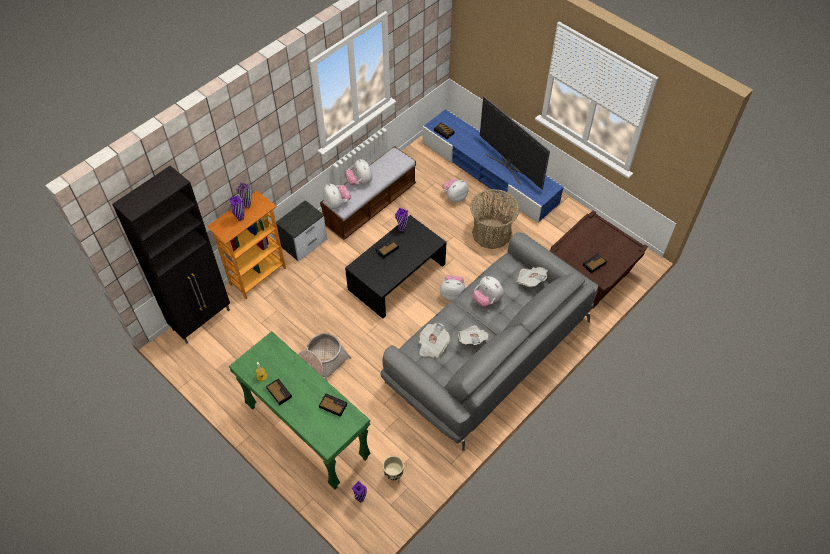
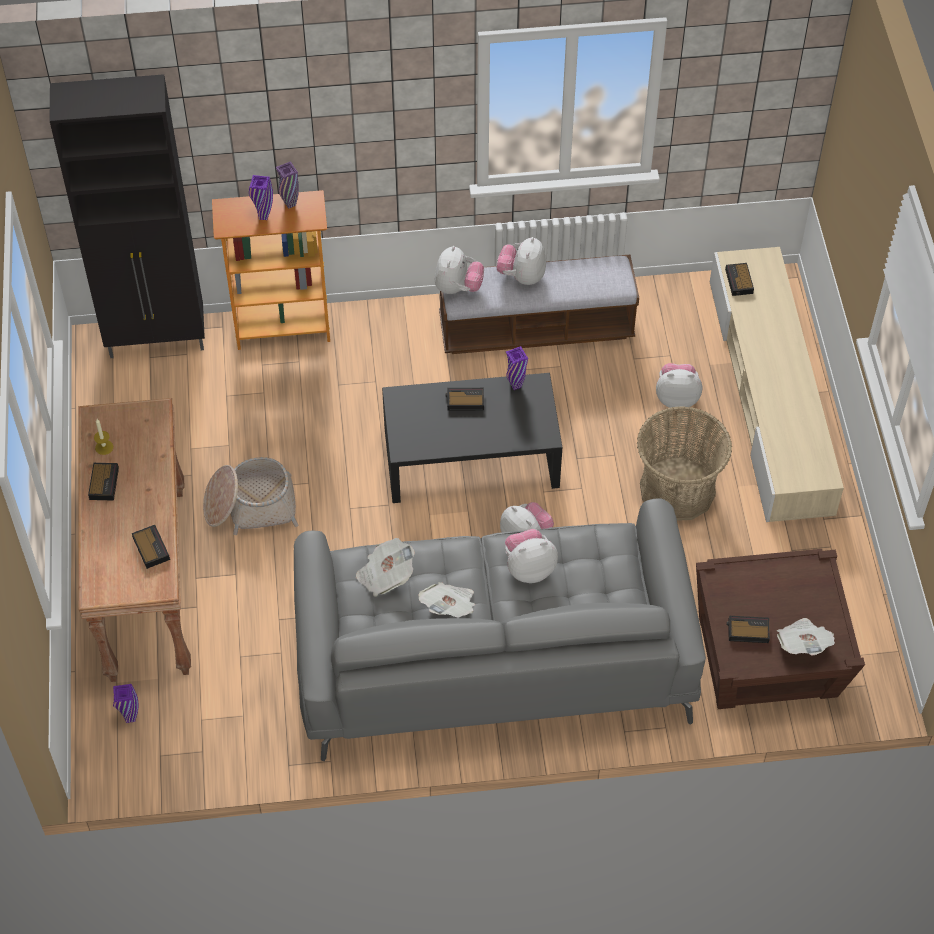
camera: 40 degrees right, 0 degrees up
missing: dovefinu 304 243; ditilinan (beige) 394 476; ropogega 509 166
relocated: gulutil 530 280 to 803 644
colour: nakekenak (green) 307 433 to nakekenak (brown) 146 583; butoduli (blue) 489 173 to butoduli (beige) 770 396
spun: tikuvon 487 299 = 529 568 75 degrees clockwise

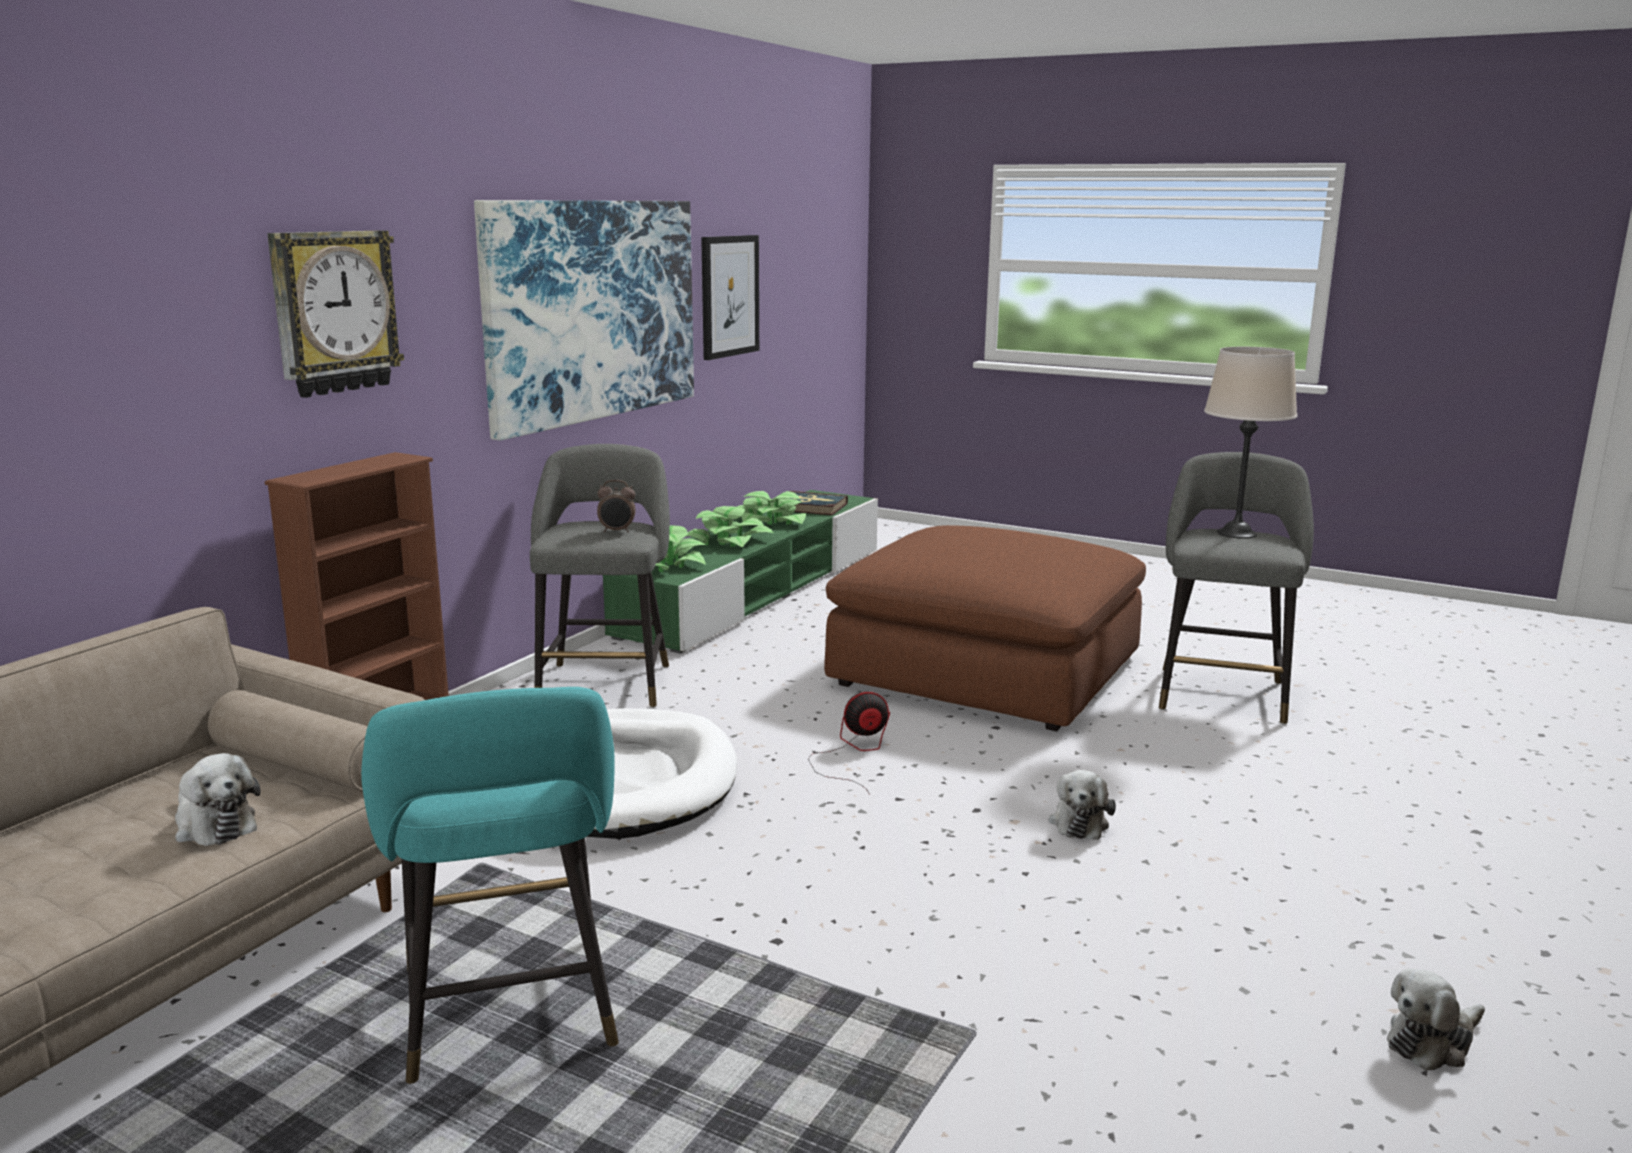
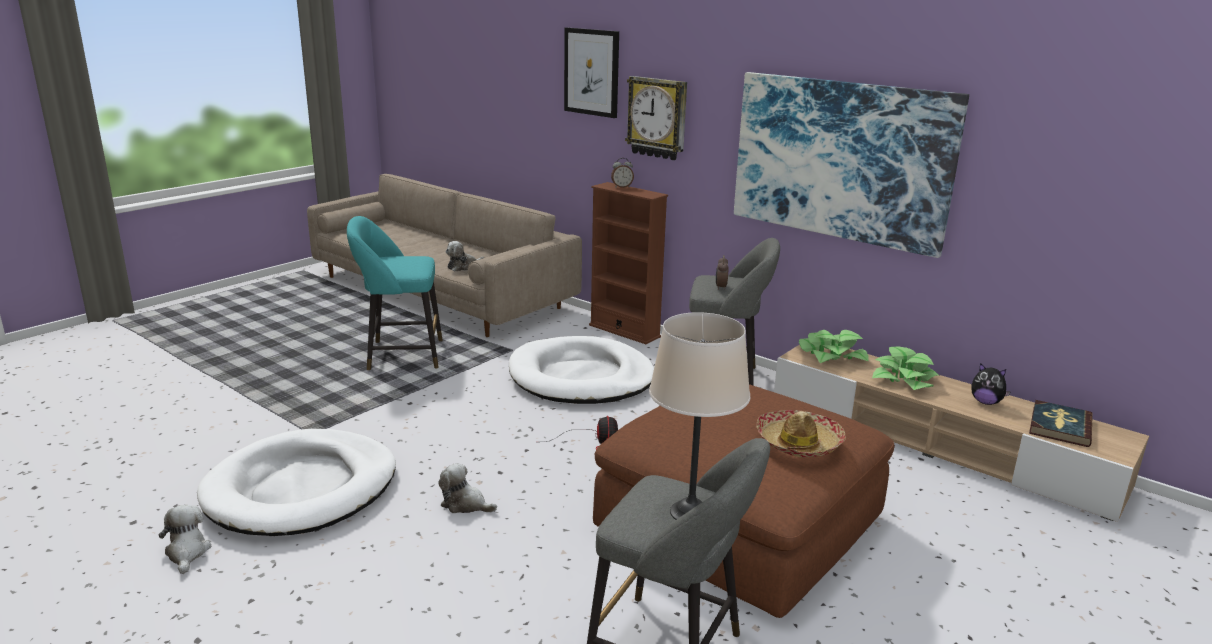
camera: 100 degrees right, 5 degrees up
appeared: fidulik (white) 302 488; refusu 622 187; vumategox 799 443
relocated: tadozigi 729 296 to 592 72
exchanged: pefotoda 770 521 to tikuvon 986 402
colour: butoduli (green) 756 591 to butoduli (beige) 939 444

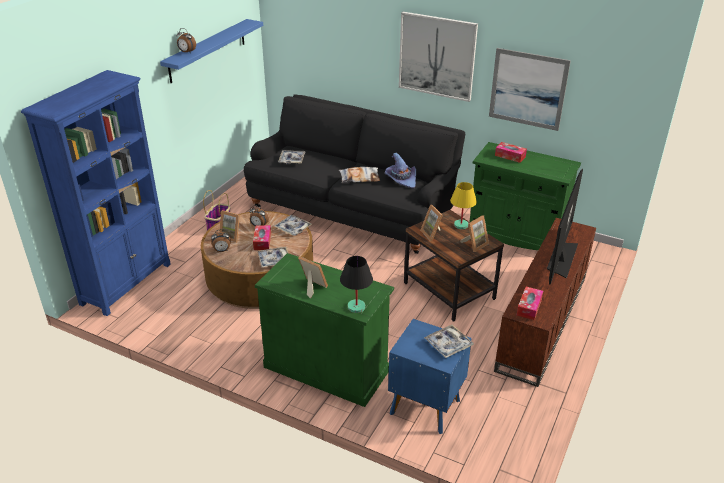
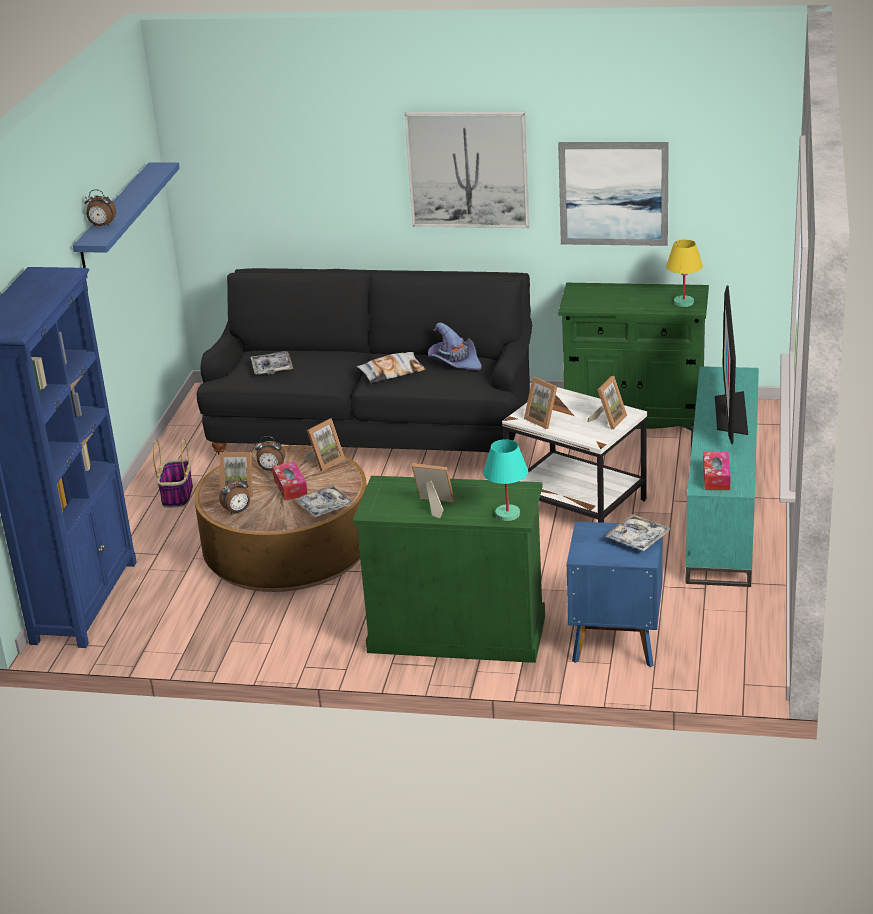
camera: 15 degrees left, 5 degrees down
missing: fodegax 510 156
relocated: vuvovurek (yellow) 461 225 to 683 302
exchanged: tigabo 293 228 to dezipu 324 461
colour: vuvovurek (black) 356 307 to vuvovurek (turquoise) 507 514; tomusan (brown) 449 291 to tomusan (white) 577 504; butoduli (brown) 543 322 to butoduli (turquoise) 724 513

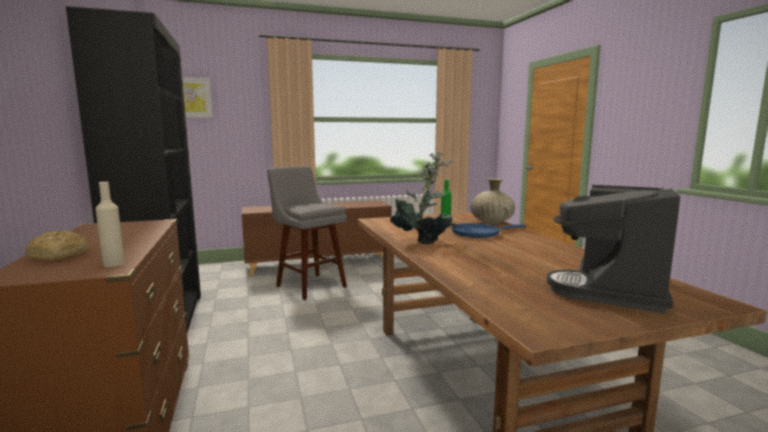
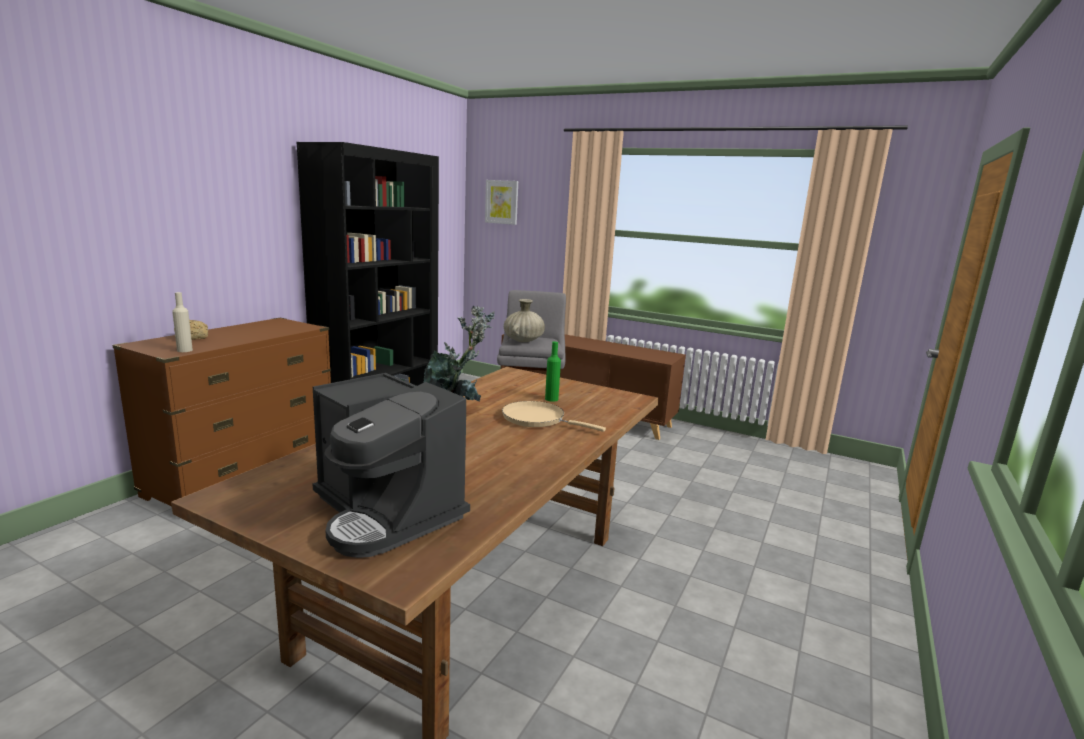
camera: 45 degrees right, 5 degrees up
relocated: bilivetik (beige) 491 222 to 523 341
colour: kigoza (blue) 478 233 to kigoza (beige) 537 419
spun: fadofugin 613 289 = 387 513 120 degrees counterclockwise

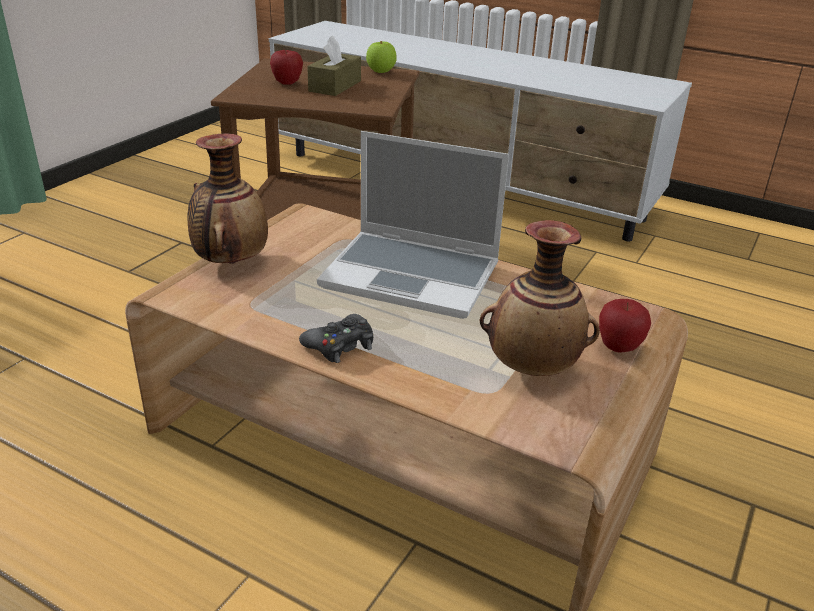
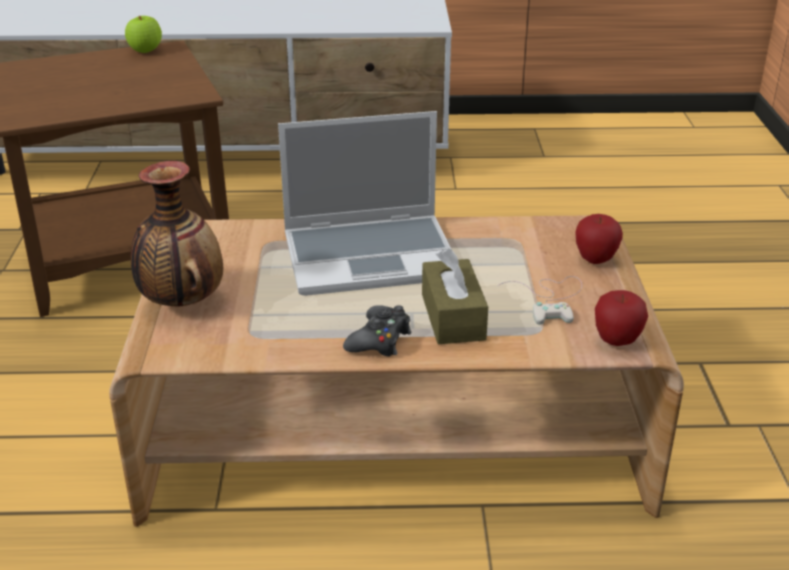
camera: 30 degrees left, 0 degrees up
relocated: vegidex 287 83 to 616 341; fodegax (brown) 335 86 to 453 317
exchanged: bilivetik 532 368 to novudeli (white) 550 299

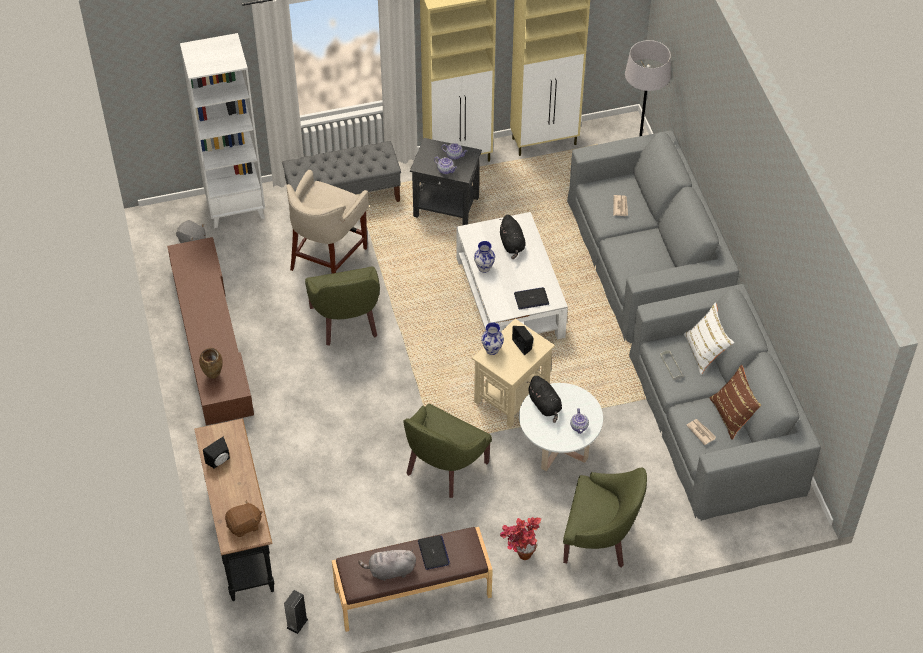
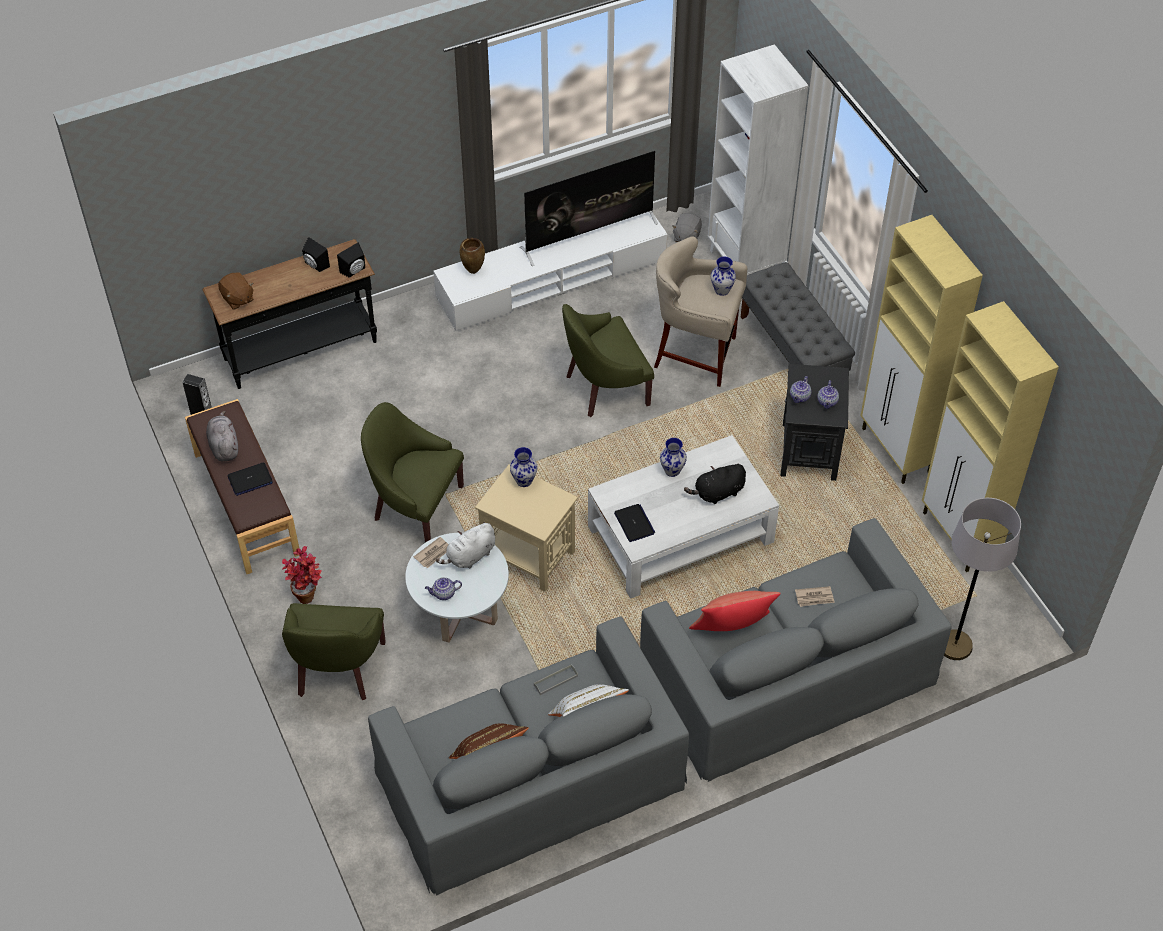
camera: 80 degrees right, 0 degrees up
appeared: ropogega 589 235; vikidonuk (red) 732 629; bilivetik 721 290
relocated: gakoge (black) 524 345 to 354 271; gulutil 701 432 to 433 553
colour: butoduli (brown) 211 339 to butoduli (white) 552 279; tikuvon (black) 545 405 to tikuvon (white) 470 556

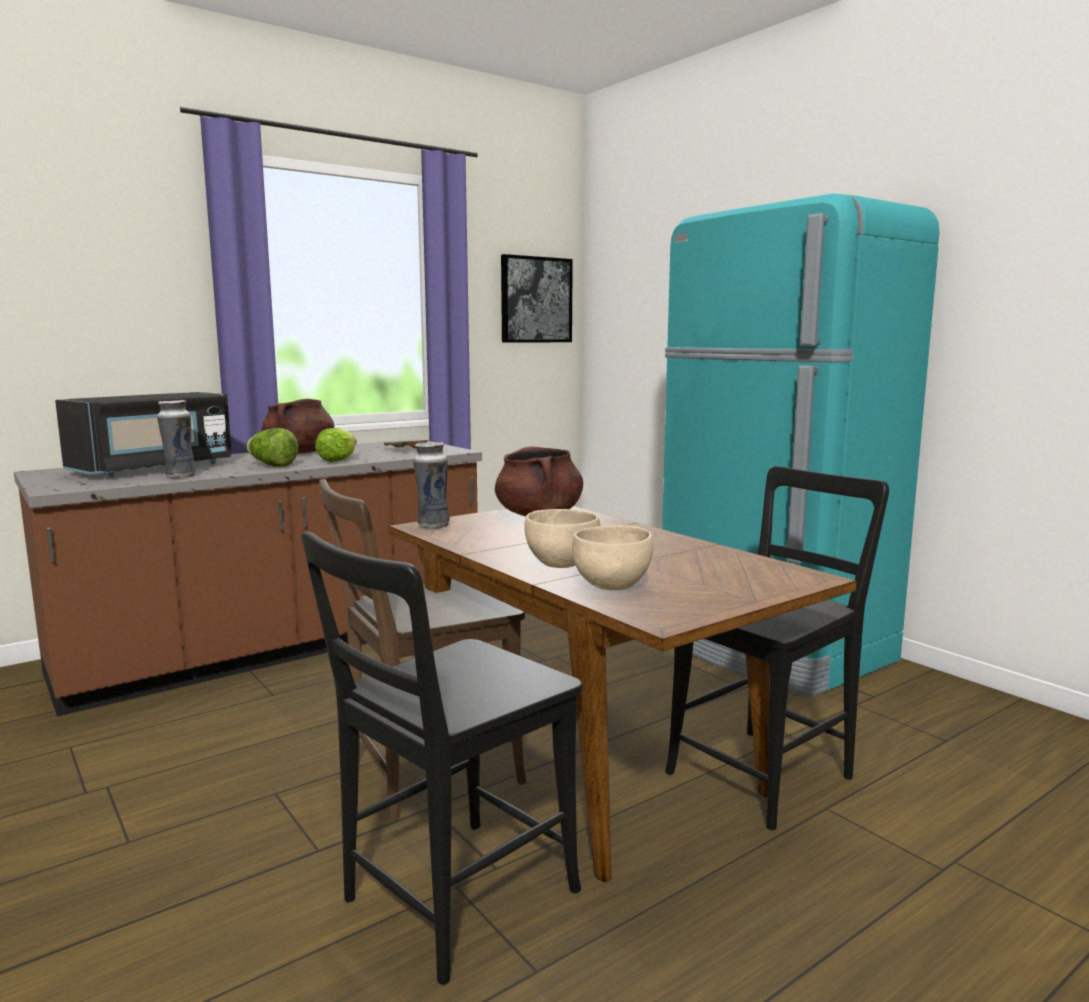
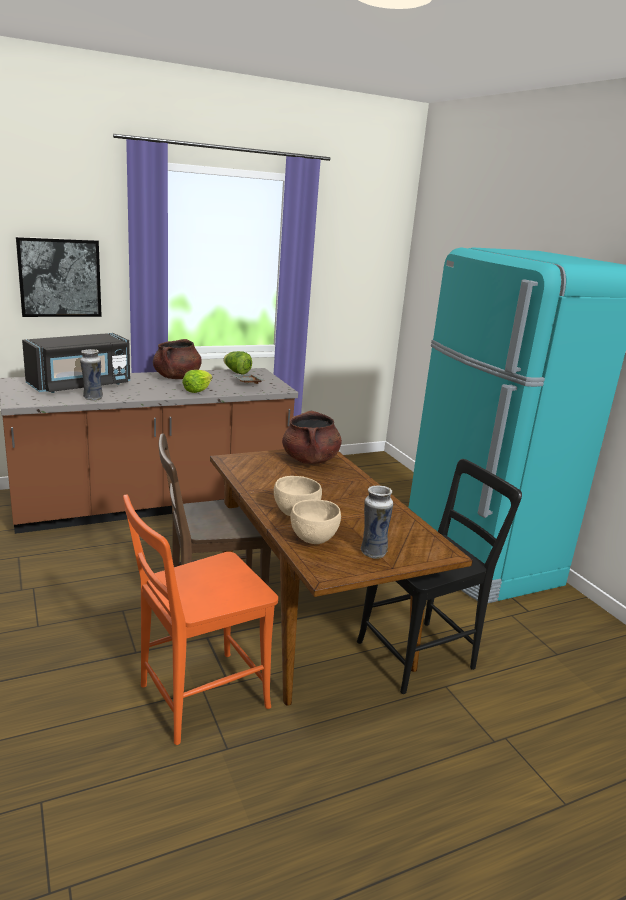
camera: 10 degrees right, 10 degrees up
relocated: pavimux 272 465 to 236 372; bilivetik 432 526 to 372 552; tadozigi 536 300 to 60 277
colour: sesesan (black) 451 901 to sesesan (orange) 197 698

